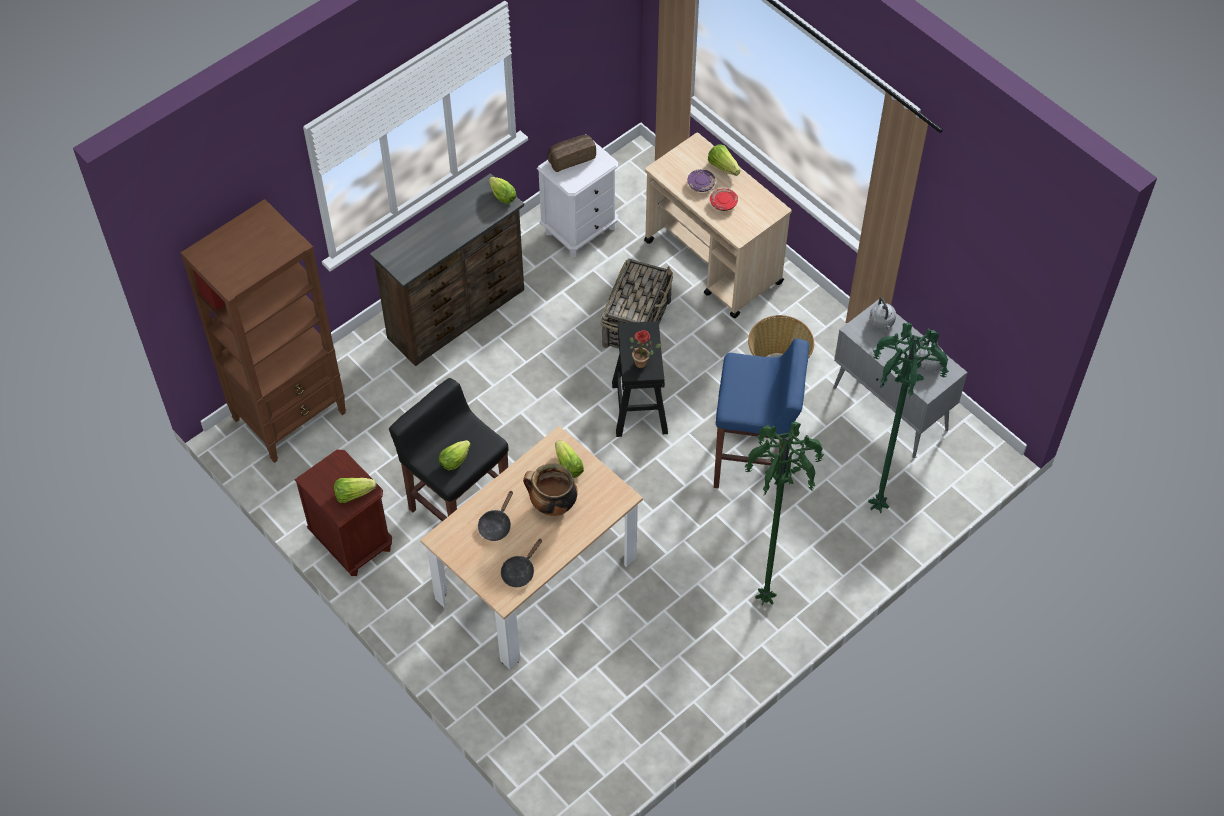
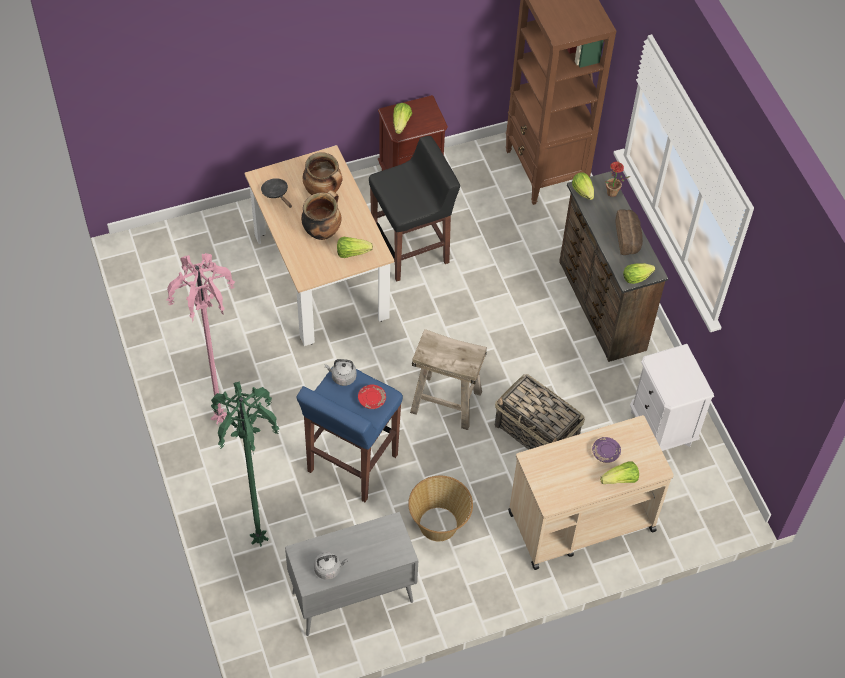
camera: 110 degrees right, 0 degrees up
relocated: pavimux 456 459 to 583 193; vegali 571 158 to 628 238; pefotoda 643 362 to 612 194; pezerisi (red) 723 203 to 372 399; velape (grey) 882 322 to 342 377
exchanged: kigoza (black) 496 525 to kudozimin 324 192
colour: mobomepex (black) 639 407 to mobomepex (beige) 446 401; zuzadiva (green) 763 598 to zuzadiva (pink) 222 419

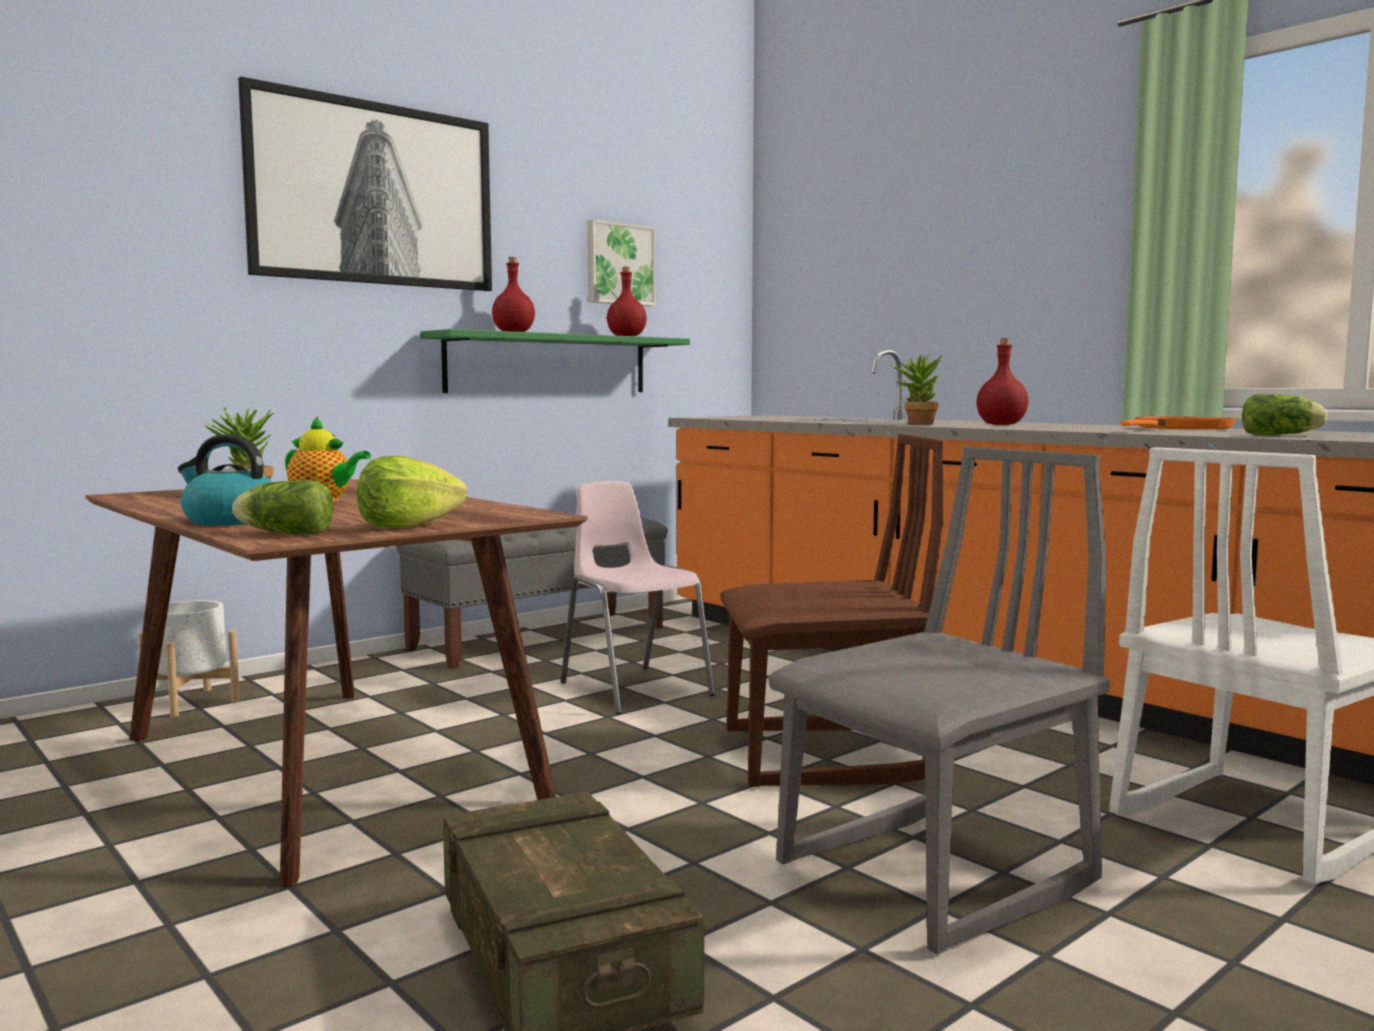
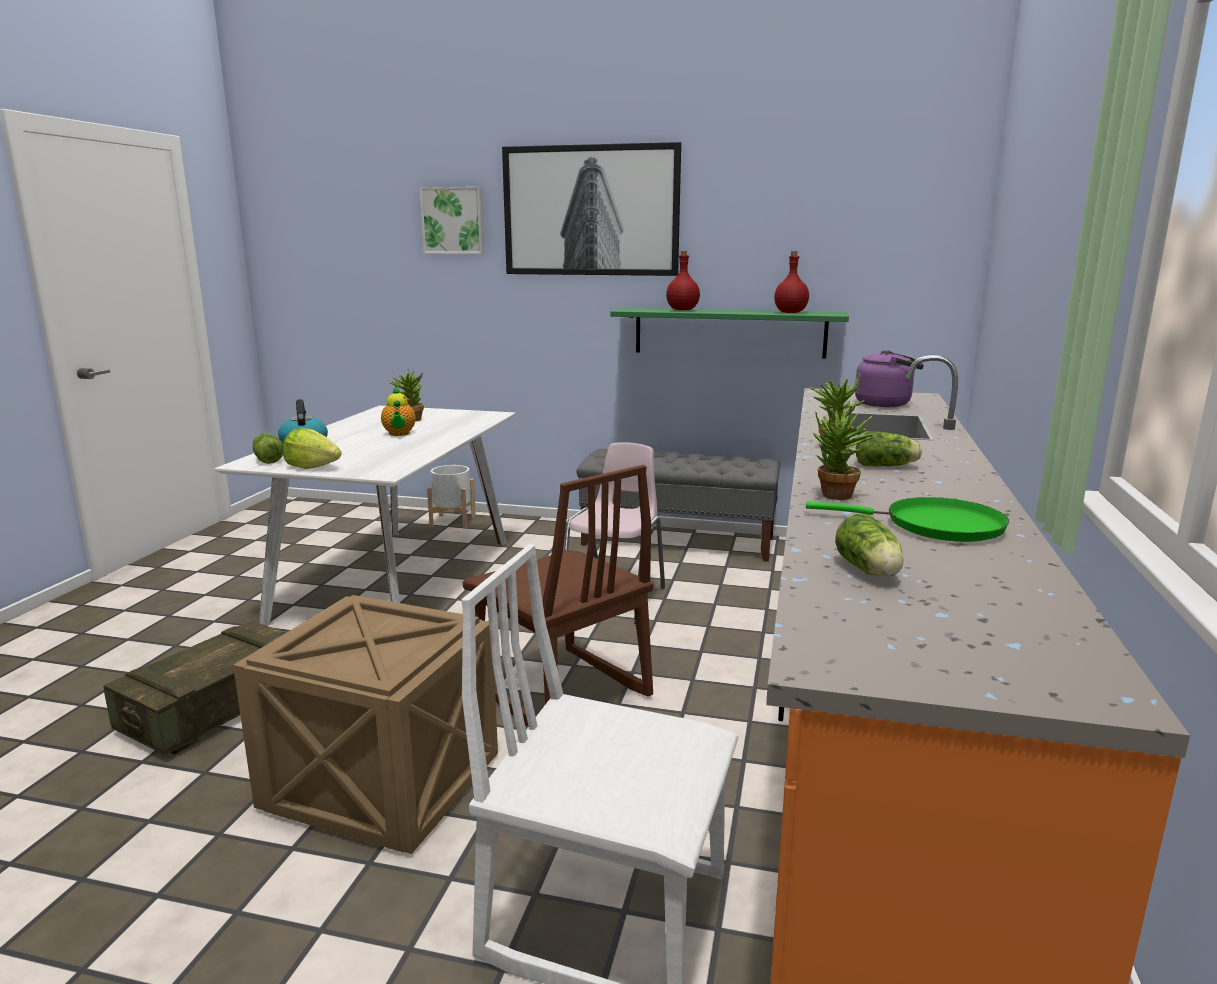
camera: 55 degrees right, 10 degrees up
appeared: pefotoda 836 497; velape (purple) 886 404
relocated: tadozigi 619 264 to 453 220
exchanged: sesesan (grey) 937 876 to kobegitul 385 784; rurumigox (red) 1000 425 to pavimux 887 466
colour: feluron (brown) 322 768 to feluron (white) 396 579; kigoza (orange) 1180 429 to kigoza (green) 936 526

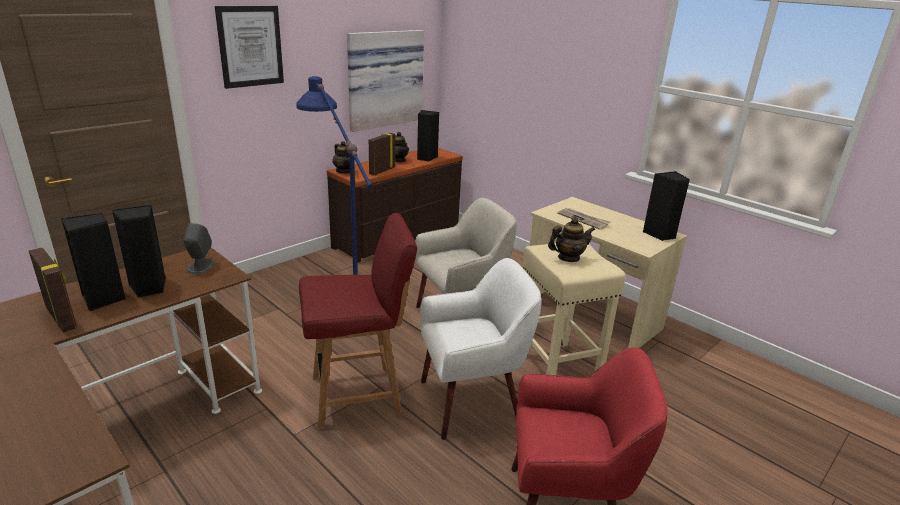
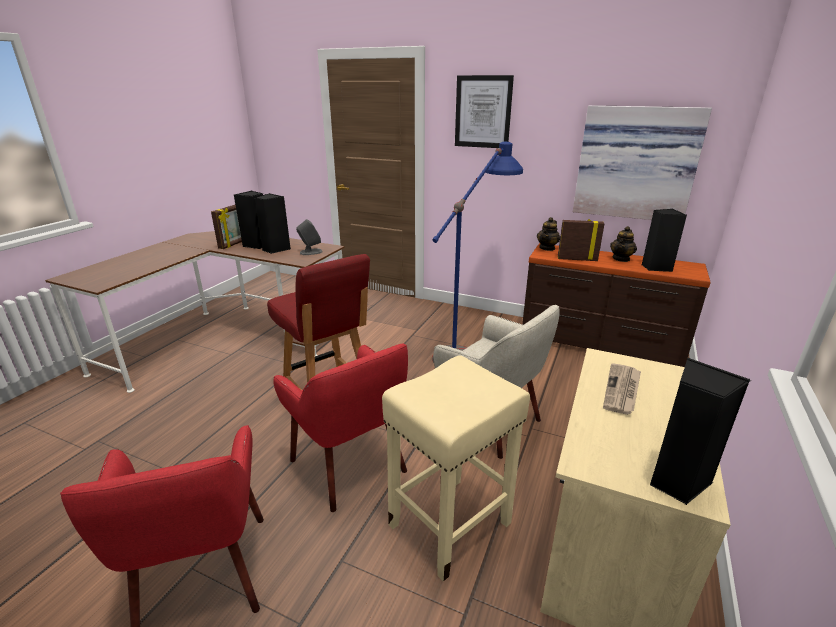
camera: 70 degrees right, 0 degrees up
missing: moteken 568 258
colour: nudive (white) 471 402 to nudive (red) 350 465

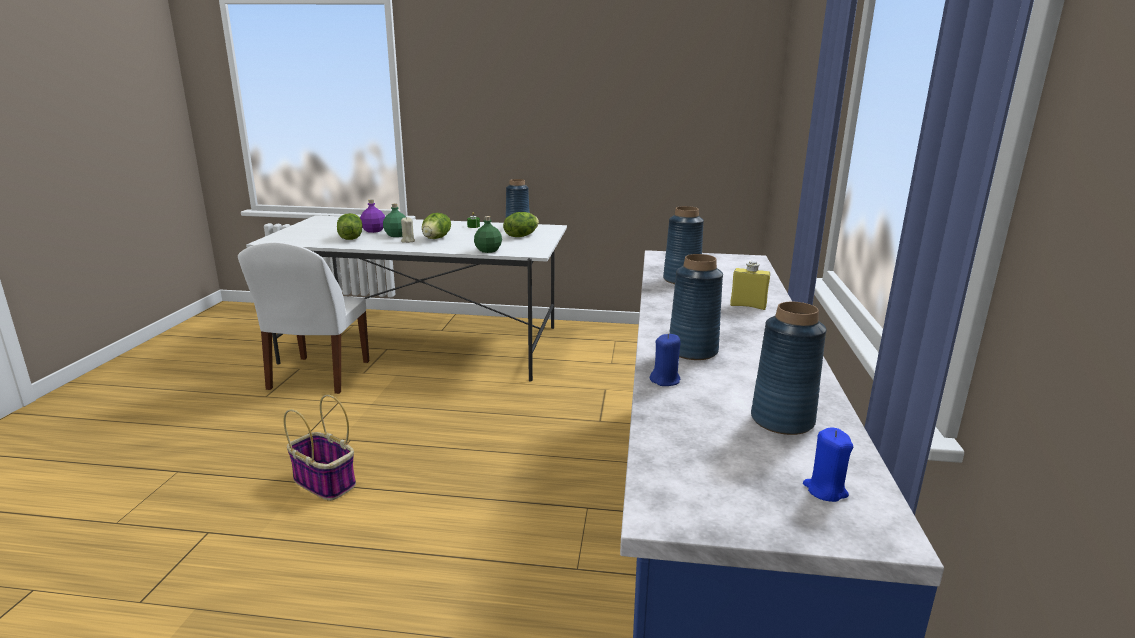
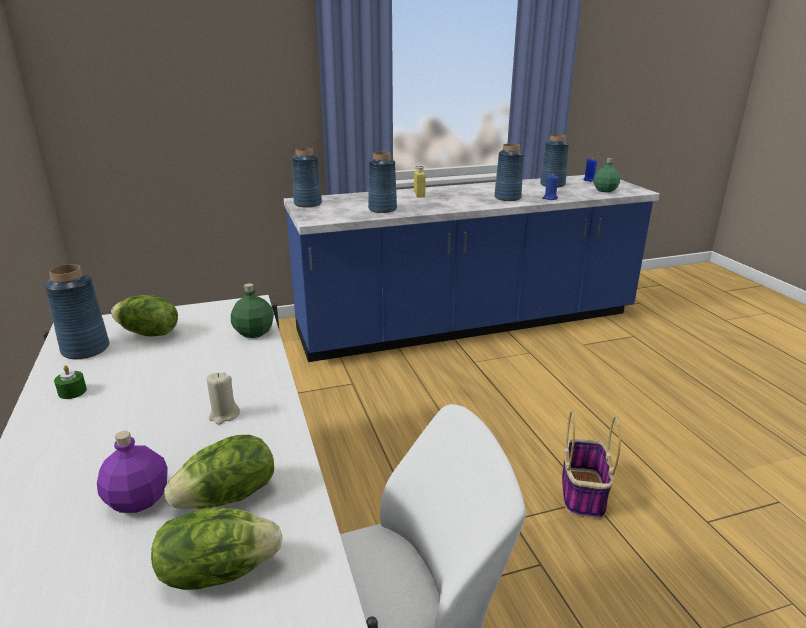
camera: 115 degrees left, 5 degrees up
appeared: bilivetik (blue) 308 204
relocated: rurumigox (green) 396 235 to 605 190; pavimux 436 238 to 218 571

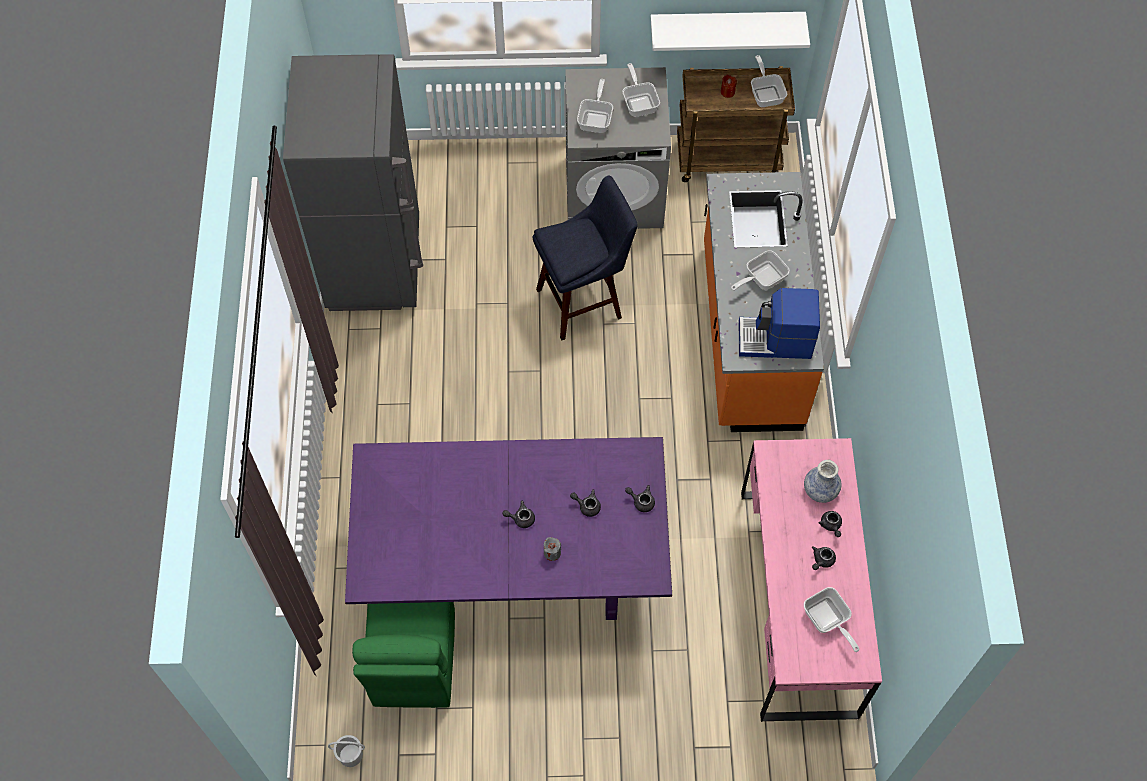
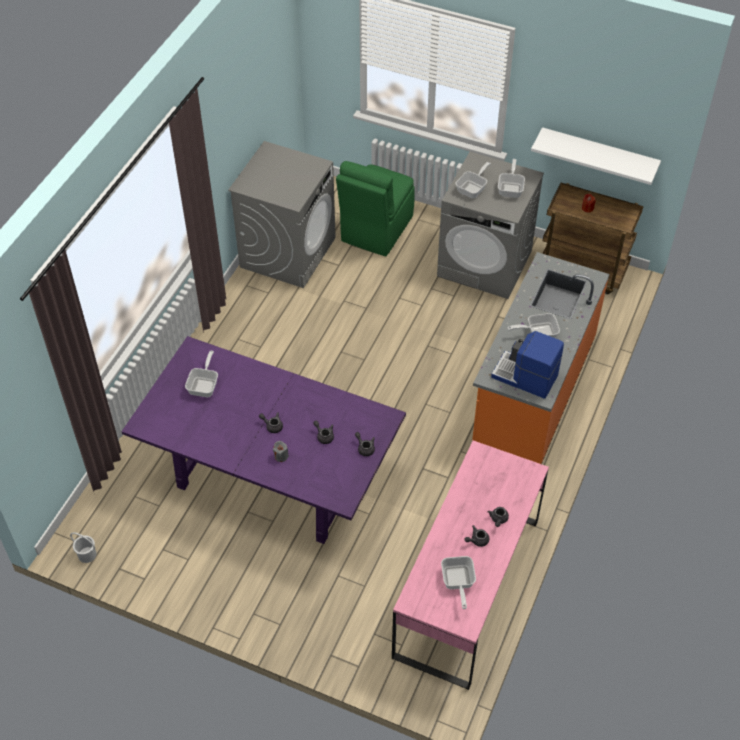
camera: 25 degrees right, 10 degrees down
missing: mobomepex (blue) 584 301; bilivetik 820 490
relocated: sesesan (green) 413 662 to 376 230; kigoza 766 93 to 204 385
exchanged: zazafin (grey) 375 265 to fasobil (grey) 288 252

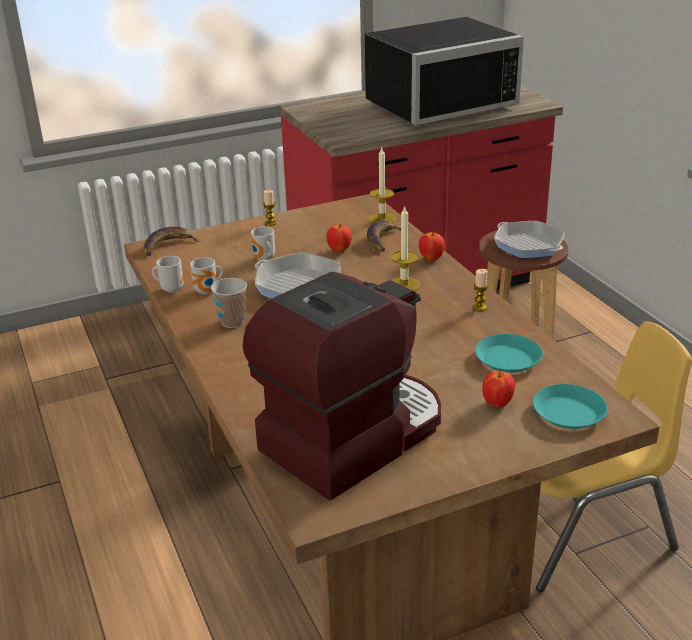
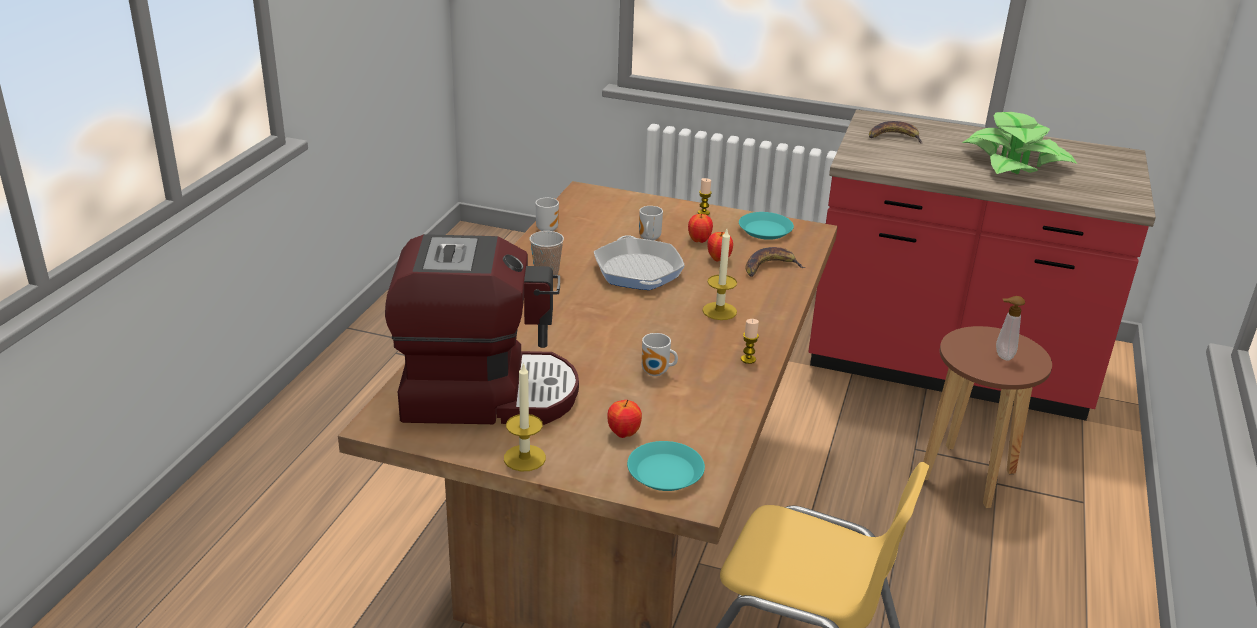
camera: 40 degrees right, 0 degrees up
relocated: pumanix 168 245 to 894 137; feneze 208 291 to 656 373; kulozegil 382 218 to 524 458; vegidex 431 259 to 699 240; pezerisi (turquoise) 508 358 to 765 230
exchanged: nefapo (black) 436 102 to pefotoda 1015 161; kigoza 528 245 to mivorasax 1001 356

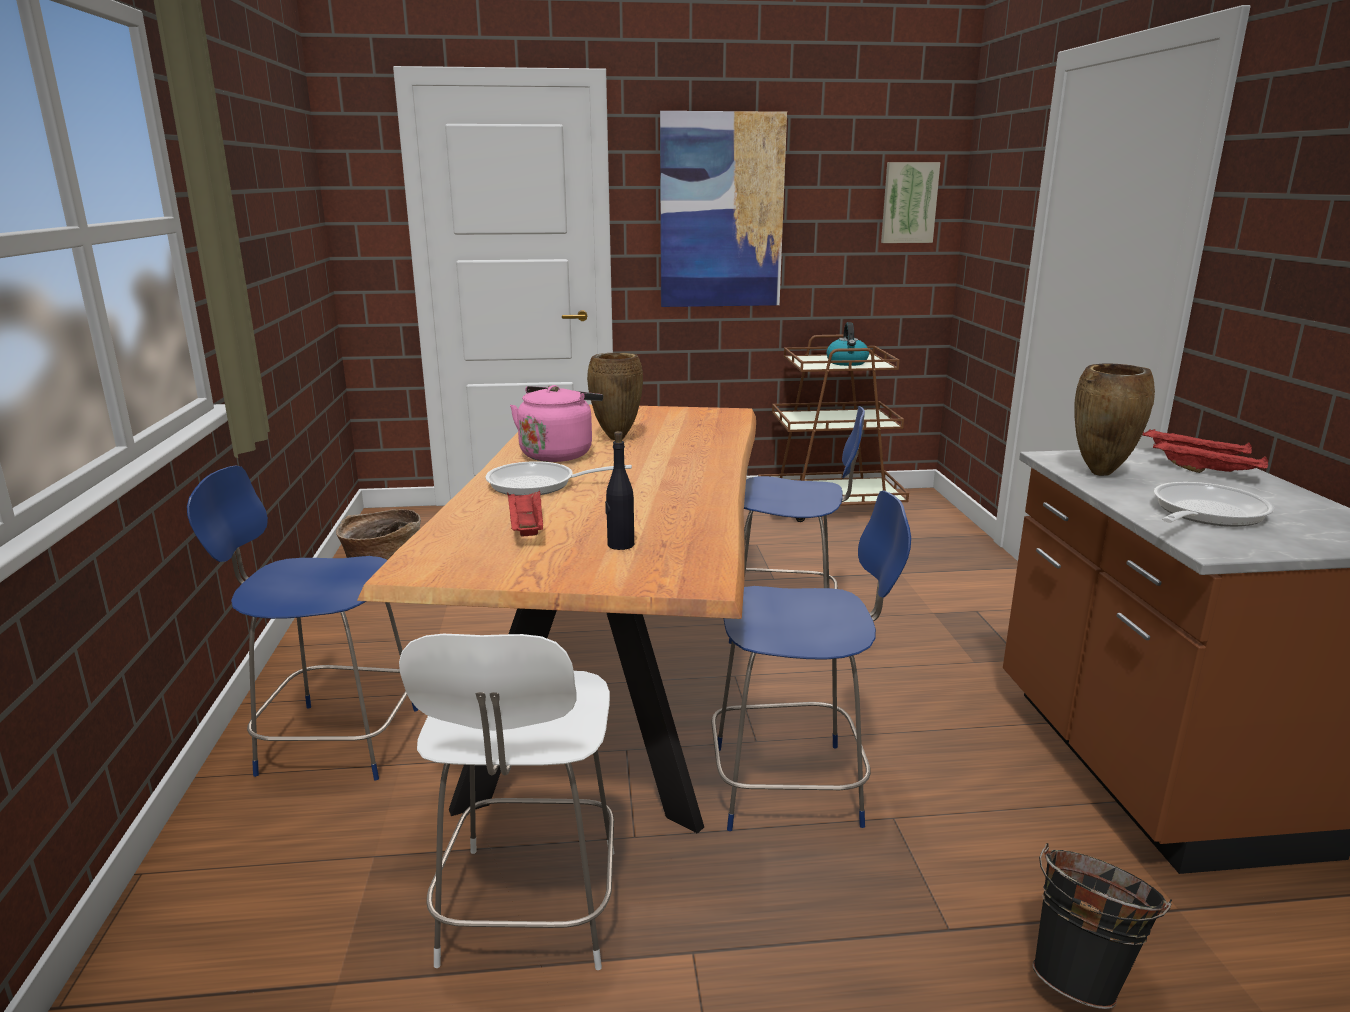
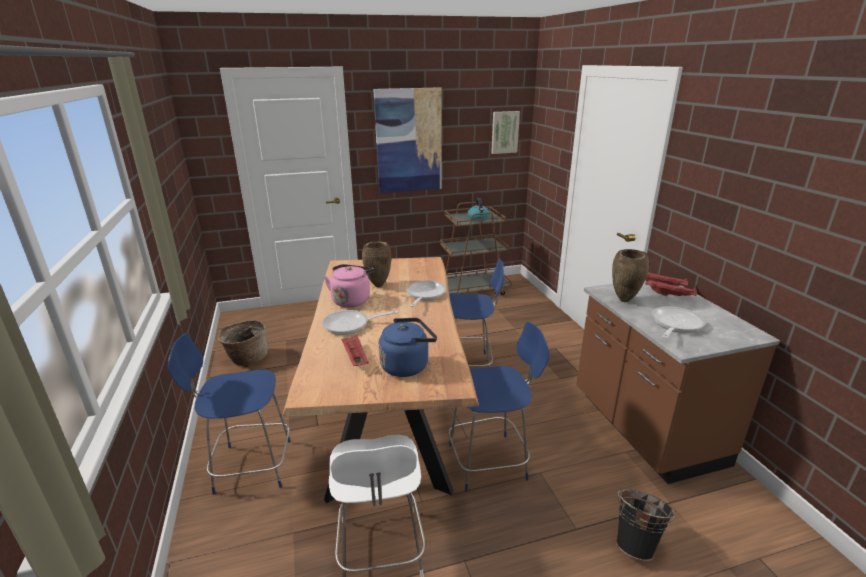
camera: 10 degrees left, 5 degrees up
appeared: kigoza 424 295
exchanged: rurumigox (black) 620 545 to velape (blue) 407 365

